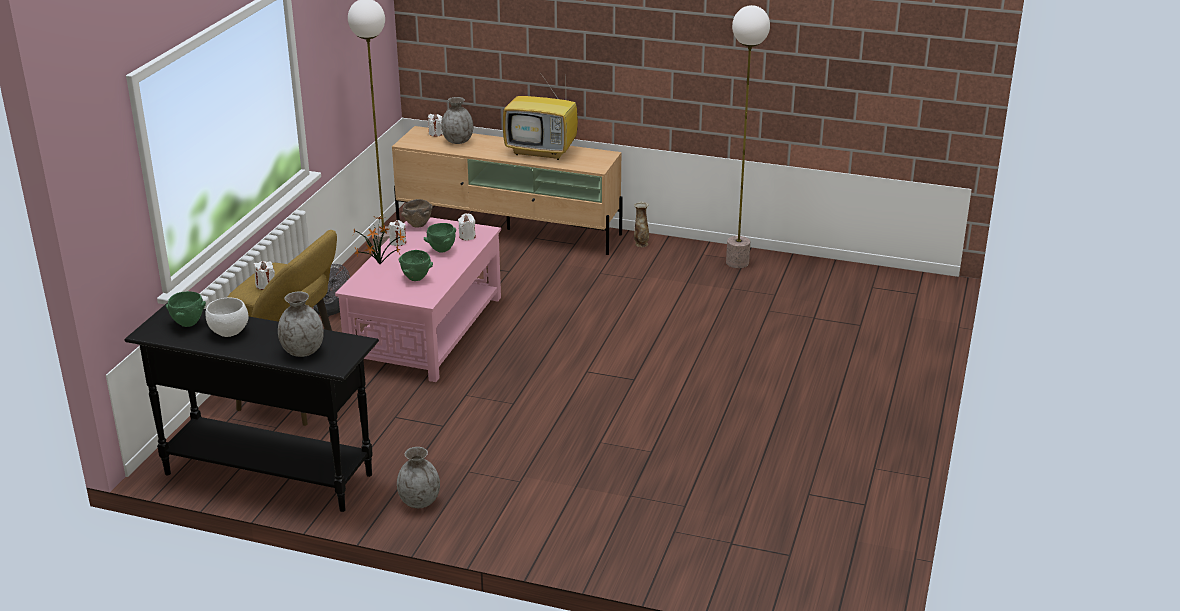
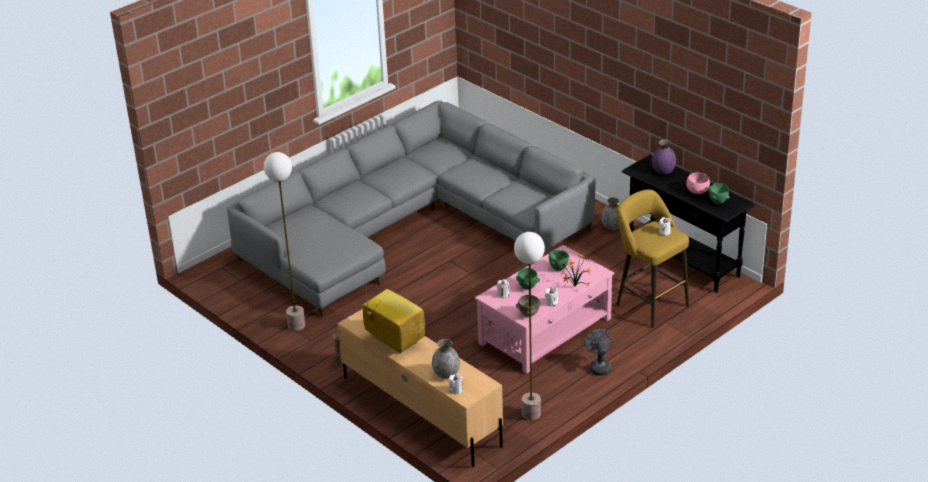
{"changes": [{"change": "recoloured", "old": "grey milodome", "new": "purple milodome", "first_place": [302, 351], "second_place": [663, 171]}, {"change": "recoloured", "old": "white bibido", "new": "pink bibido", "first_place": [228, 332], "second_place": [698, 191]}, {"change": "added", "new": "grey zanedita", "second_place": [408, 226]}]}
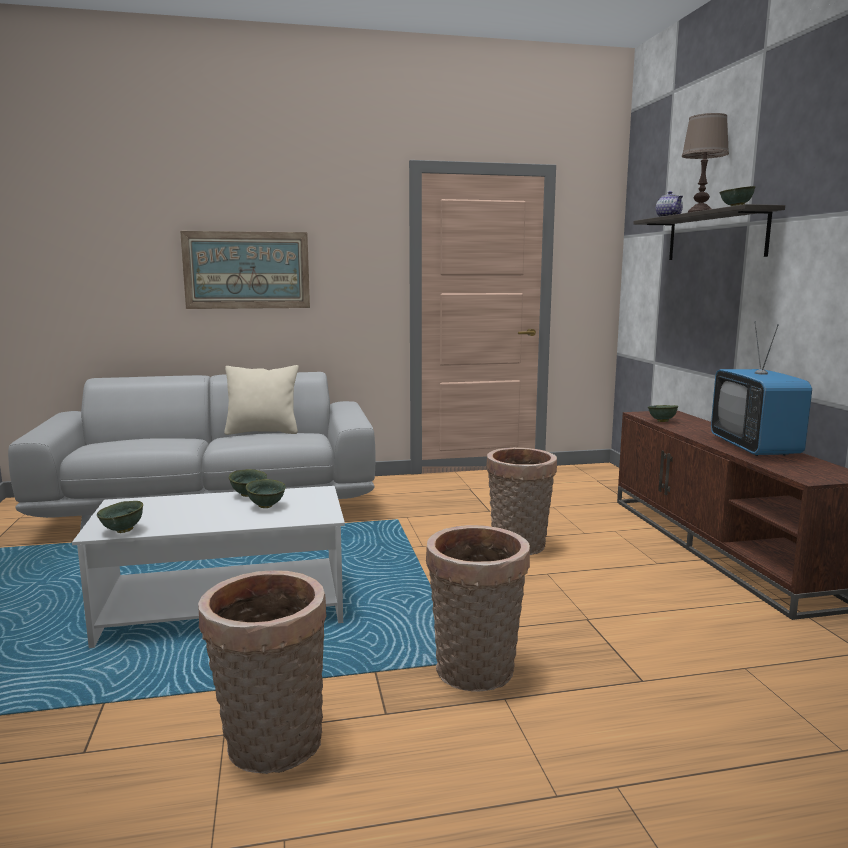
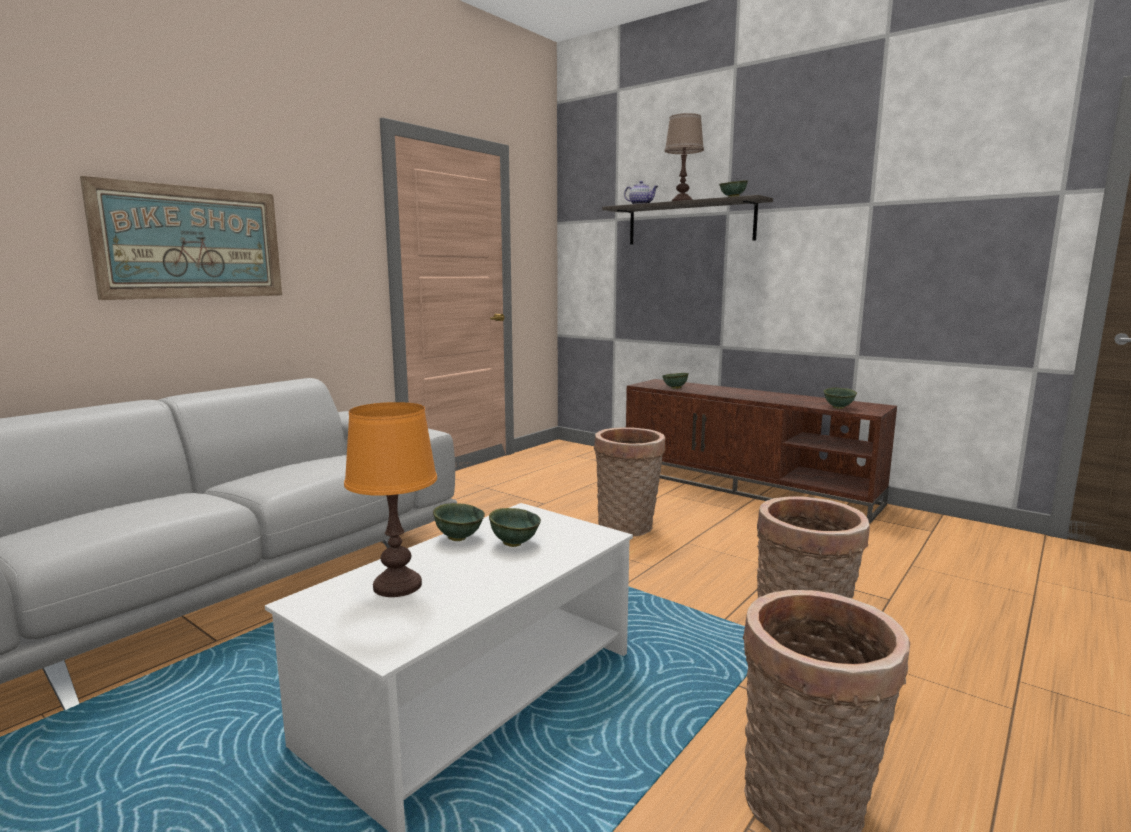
{"changes": [{"change": "removed", "old": "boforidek", "first_place": [754, 447]}, {"change": "removed", "old": "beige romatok", "first_place": [263, 432]}, {"change": "moved", "old": "green bibido", "first_place": [123, 531], "second_place": [839, 408]}, {"change": "added", "new": "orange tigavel", "second_place": [398, 585]}]}
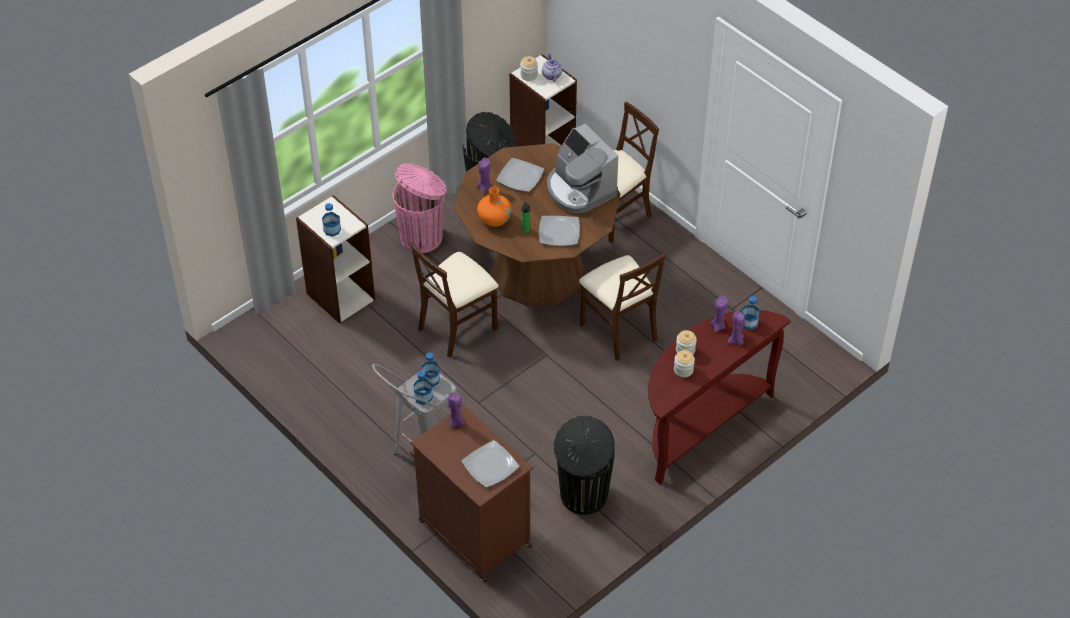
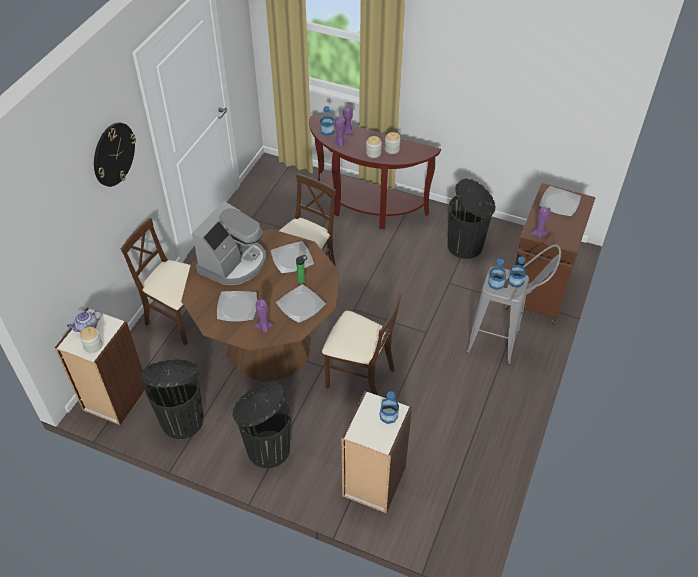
{"changes": [{"change": "recoloured", "old": "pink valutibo", "new": "black valutibo", "first_place": [422, 237], "second_place": [267, 448]}, {"change": "replaced", "old": "orange milodome", "new": "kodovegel", "first_place": [494, 220], "second_place": [300, 306]}, {"change": "added", "new": "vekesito", "second_place": [113, 154]}]}
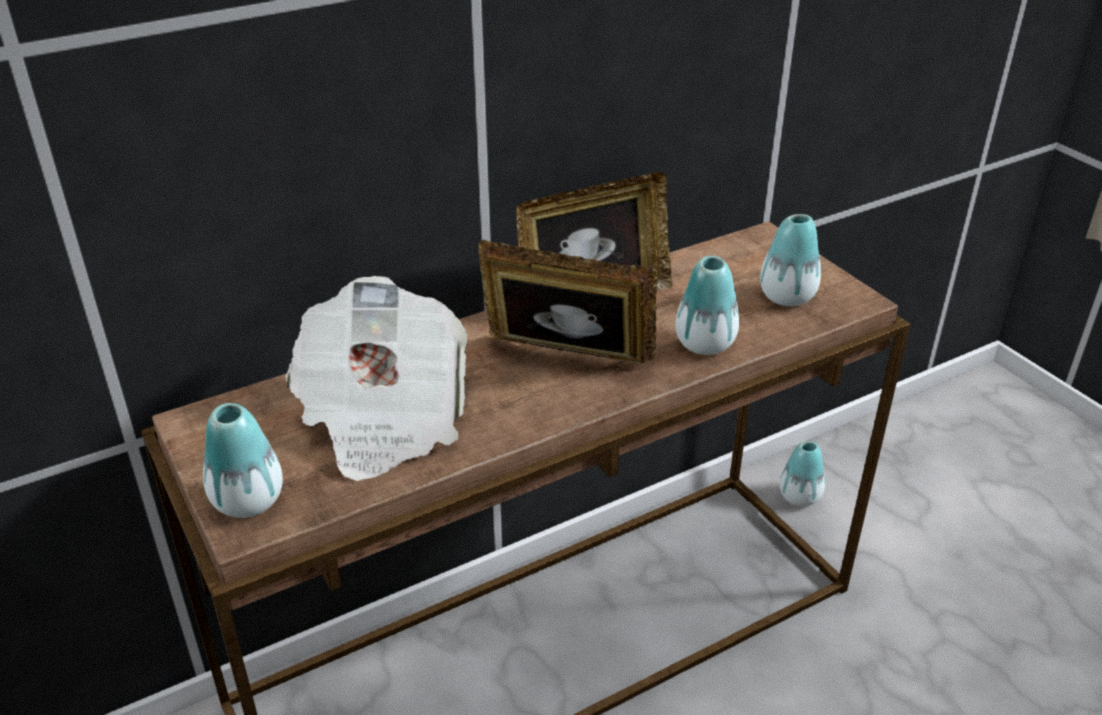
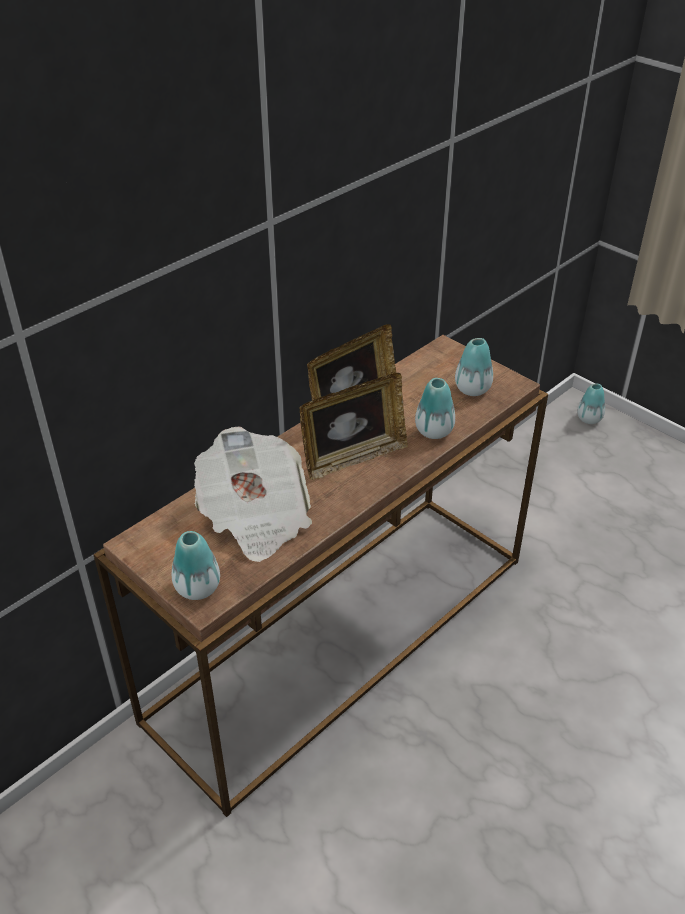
{"changes": [{"change": "turned", "old": "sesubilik", "first_place": [566, 360], "second_place": [353, 457], "degrees": 150}, {"change": "moved", "old": "milodome", "first_place": [799, 497], "second_place": [589, 419]}]}
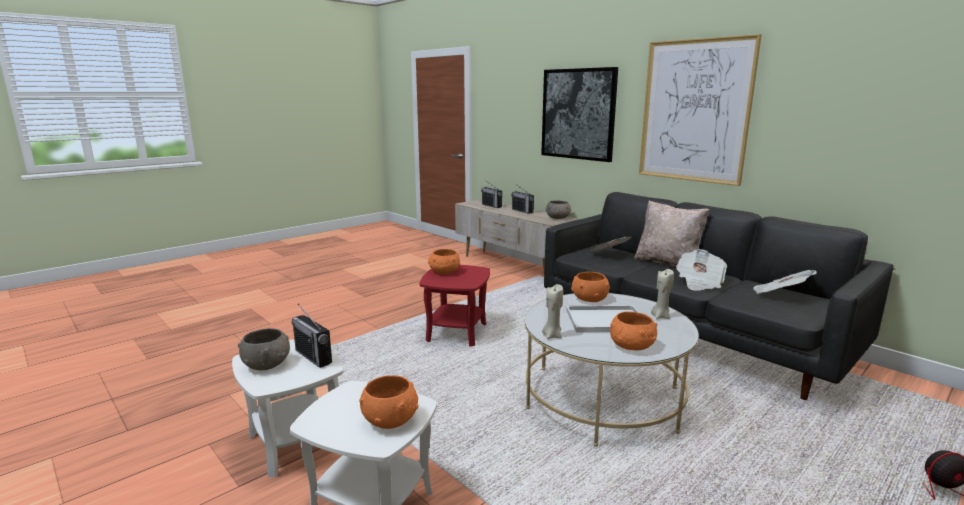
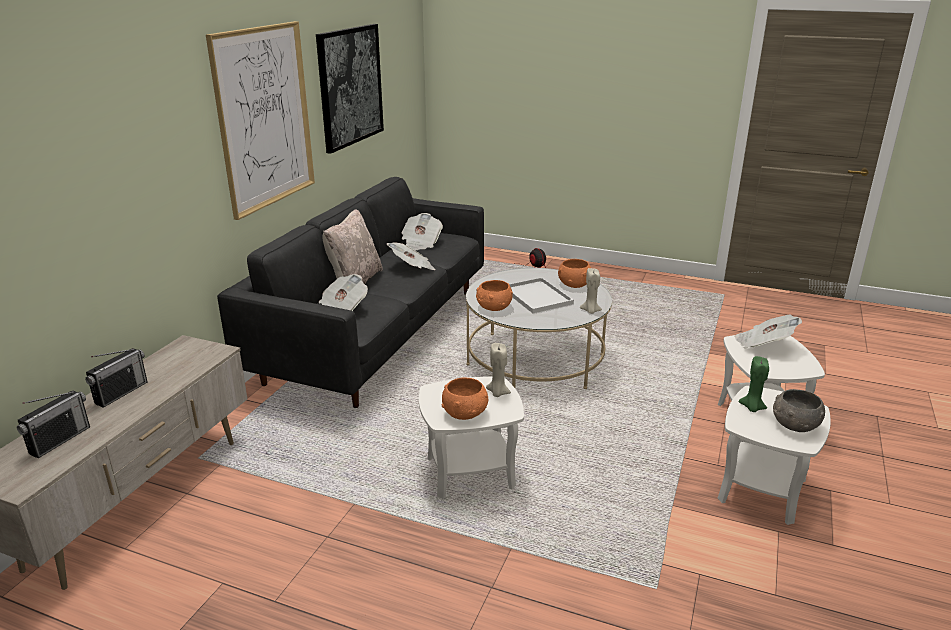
{"changes": [{"change": "moved", "old": "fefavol", "first_place": [578, 114], "second_place": [350, 86]}, {"change": "removed", "old": "grey bibido", "first_place": [558, 218]}, {"change": "recoloured", "old": "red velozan", "new": "white velozan", "first_place": [457, 332], "second_place": [470, 472]}, {"change": "moved", "old": "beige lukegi", "first_place": [660, 316], "second_place": [497, 393]}, {"change": "replaced", "old": "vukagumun", "new": "green lukegi", "first_place": [313, 357], "second_place": [752, 408]}, {"change": "replaced", "old": "orange bibido", "new": "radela", "first_place": [390, 419], "second_place": [763, 344]}]}
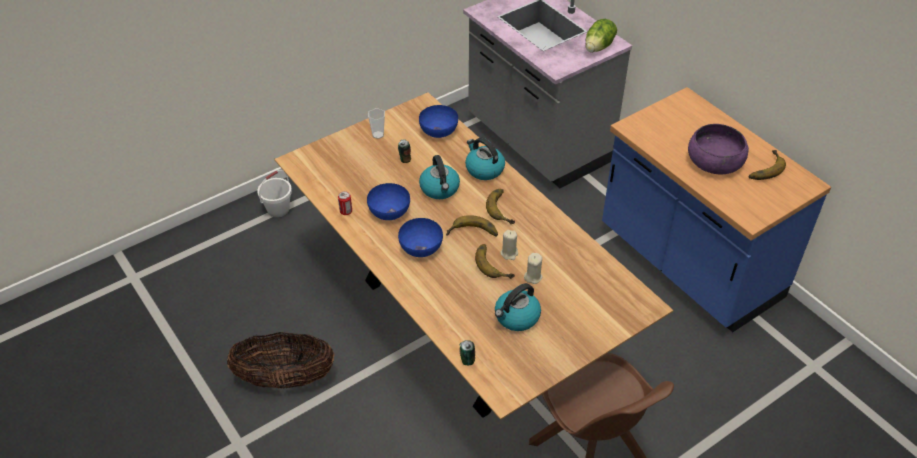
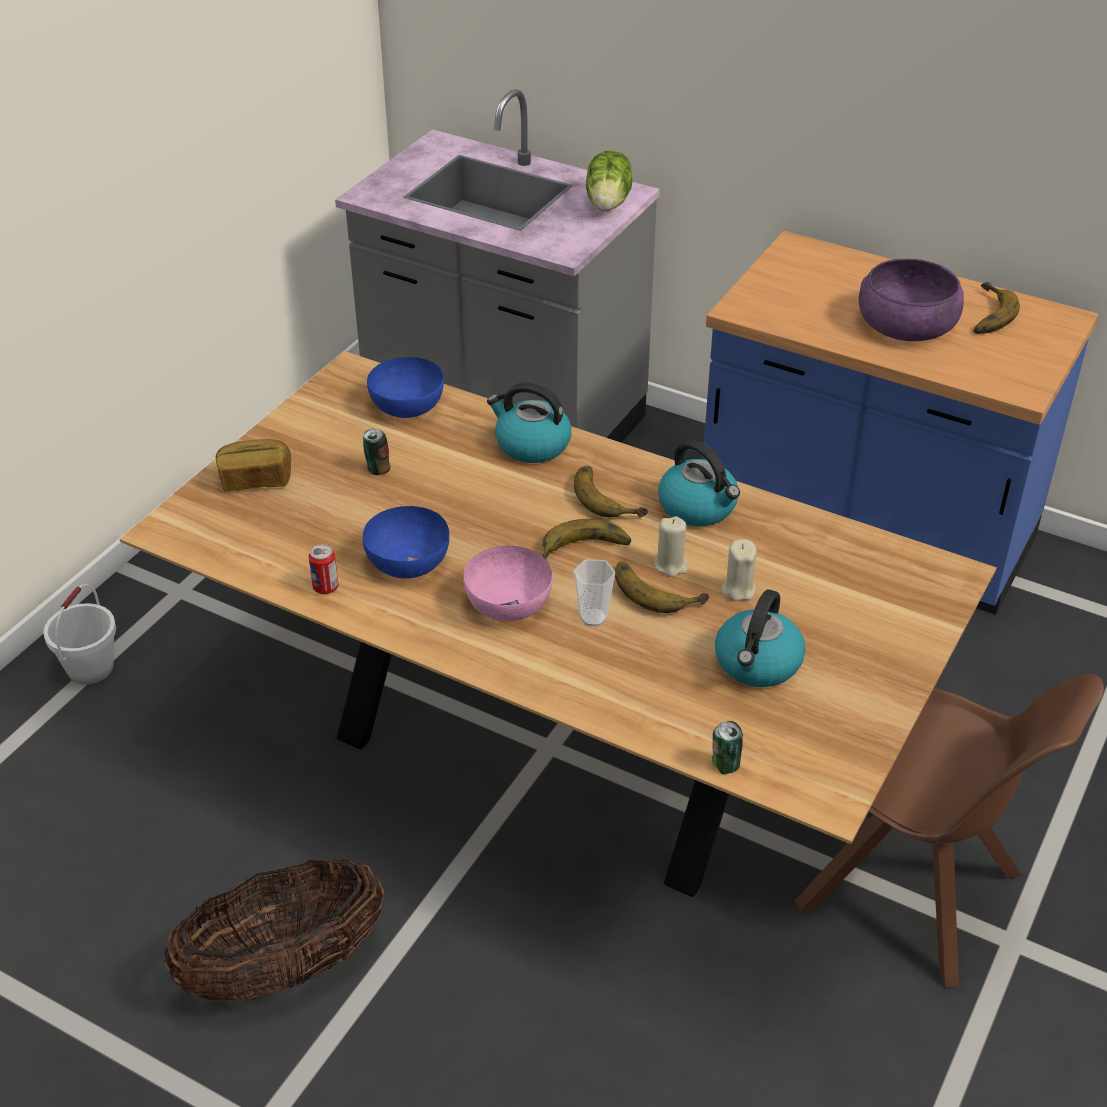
{"changes": [{"change": "moved", "old": "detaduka", "first_place": [378, 135], "second_place": [593, 618]}, {"change": "moved", "old": "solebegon", "first_place": [440, 189], "second_place": [699, 507]}, {"change": "recoloured", "old": "blue bibido", "new": "pink bibido", "first_place": [421, 247], "second_place": [509, 604]}, {"change": "added", "new": "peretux", "second_place": [255, 479]}]}
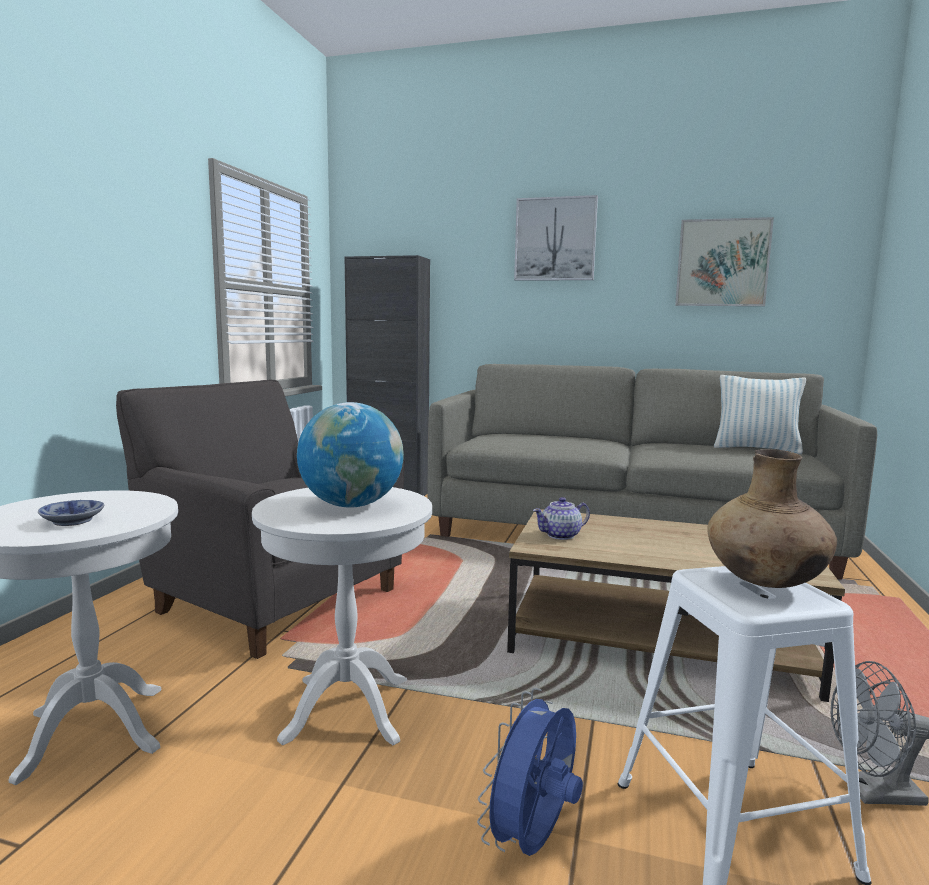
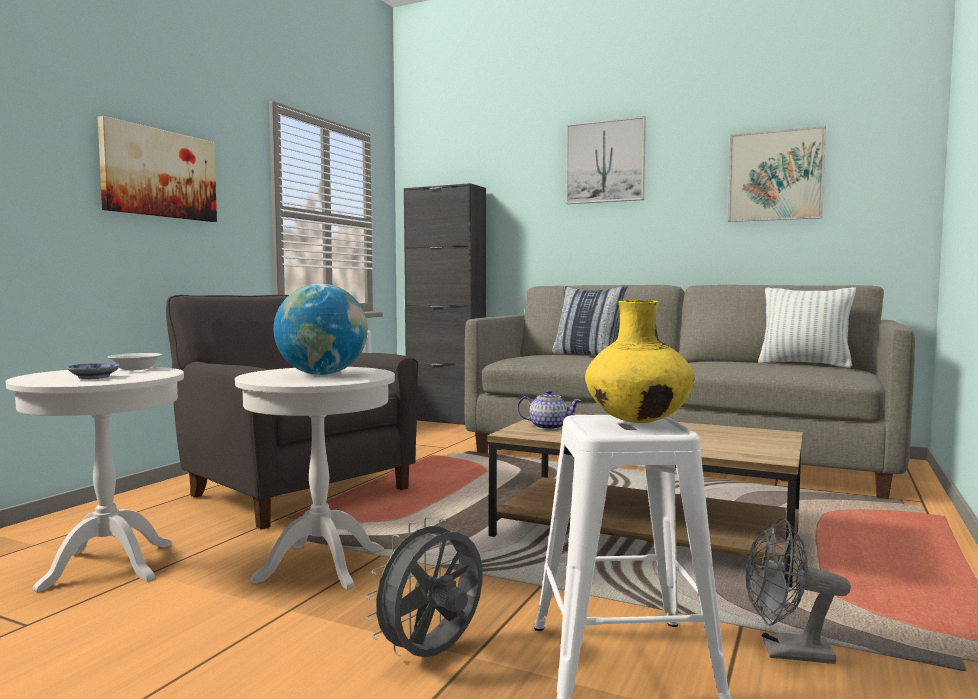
{"changes": [{"change": "recoloured", "old": "brown milodome", "new": "yellow milodome", "first_place": [764, 582], "second_place": [638, 421]}, {"change": "turned", "old": "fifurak", "first_place": [561, 535], "second_place": [548, 427], "degrees": -150}, {"change": "recoloured", "old": "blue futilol", "new": "grey futilol", "first_place": [533, 842], "second_place": [432, 656]}, {"change": "added", "new": "fefavol", "second_place": [159, 173]}, {"change": "added", "new": "romatok", "second_place": [587, 355]}, {"change": "added", "new": "white bibido", "second_place": [136, 369]}]}
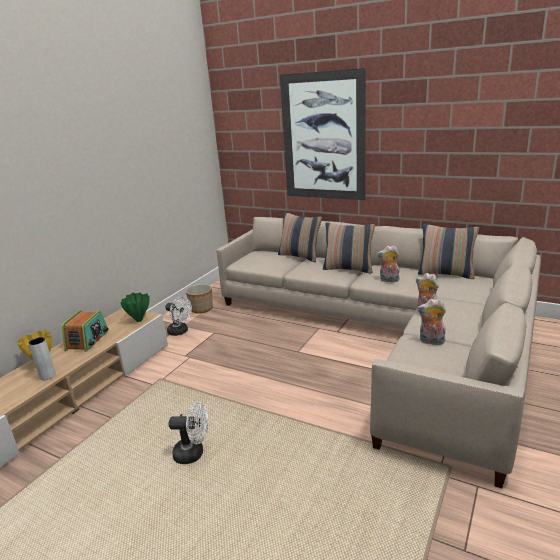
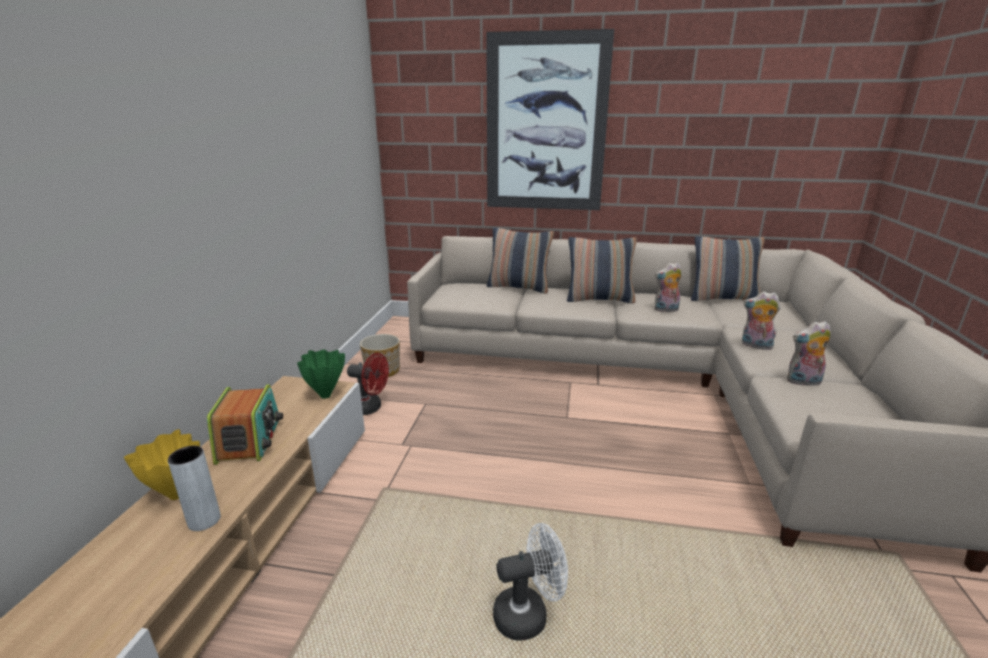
{"changes": [{"change": "recoloured", "old": "white futilol", "new": "red futilol", "first_place": [180, 332], "second_place": [370, 408]}]}
